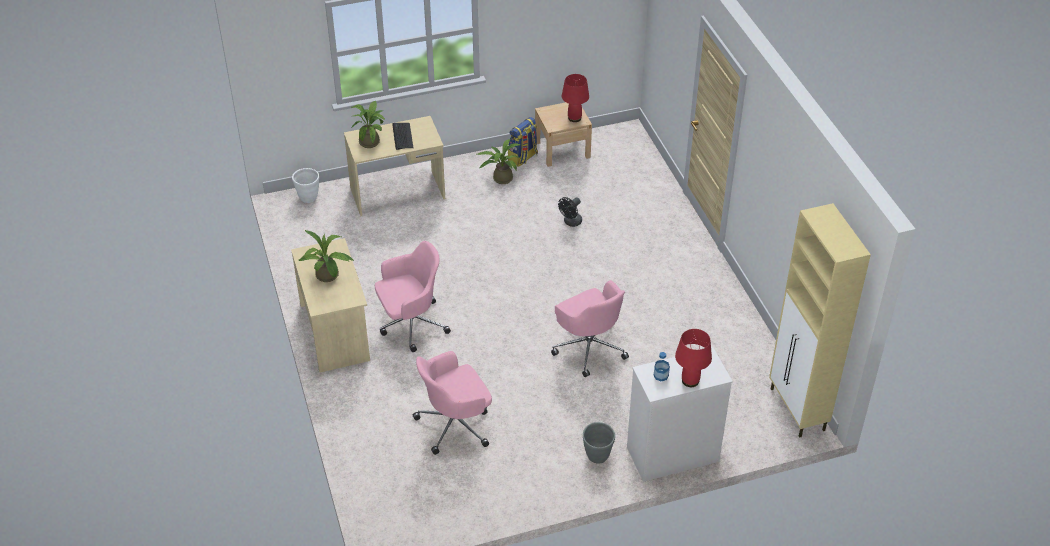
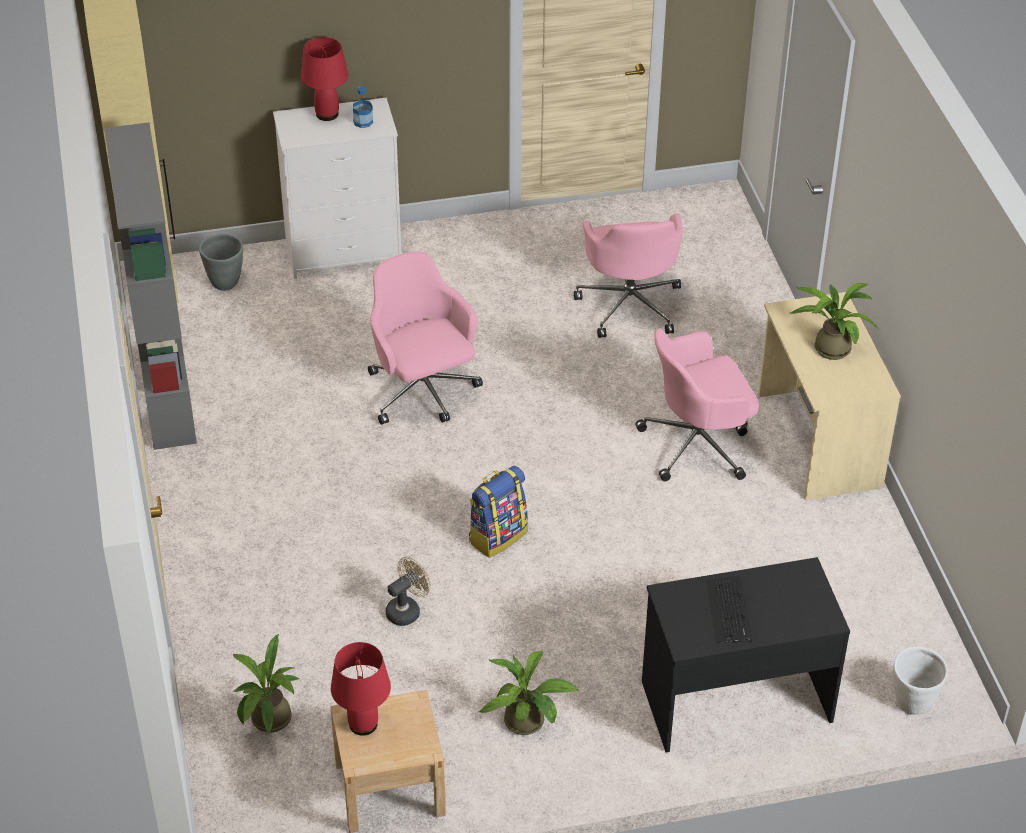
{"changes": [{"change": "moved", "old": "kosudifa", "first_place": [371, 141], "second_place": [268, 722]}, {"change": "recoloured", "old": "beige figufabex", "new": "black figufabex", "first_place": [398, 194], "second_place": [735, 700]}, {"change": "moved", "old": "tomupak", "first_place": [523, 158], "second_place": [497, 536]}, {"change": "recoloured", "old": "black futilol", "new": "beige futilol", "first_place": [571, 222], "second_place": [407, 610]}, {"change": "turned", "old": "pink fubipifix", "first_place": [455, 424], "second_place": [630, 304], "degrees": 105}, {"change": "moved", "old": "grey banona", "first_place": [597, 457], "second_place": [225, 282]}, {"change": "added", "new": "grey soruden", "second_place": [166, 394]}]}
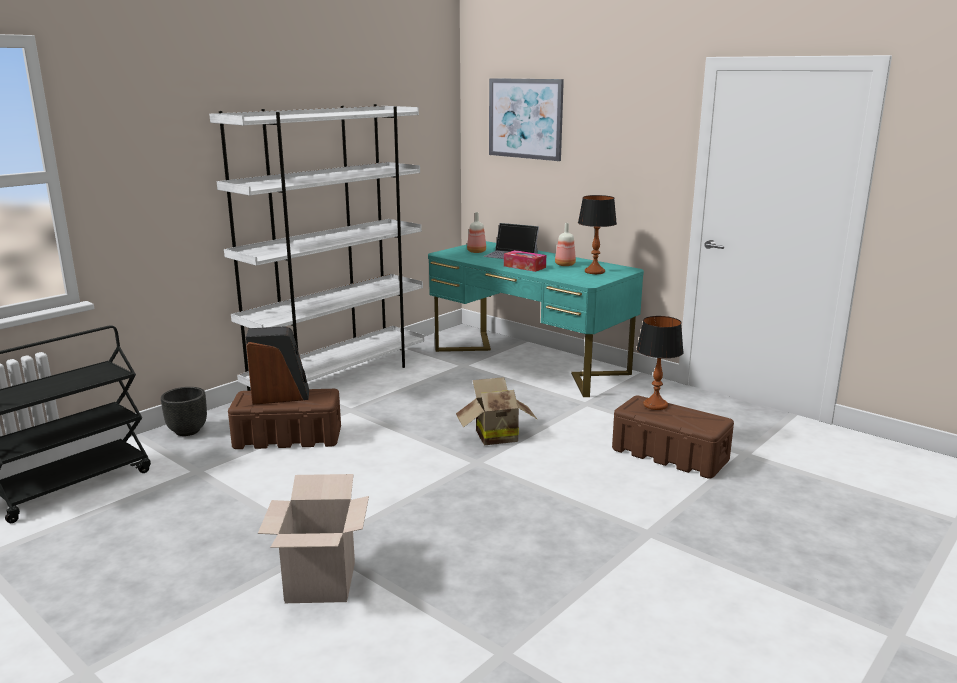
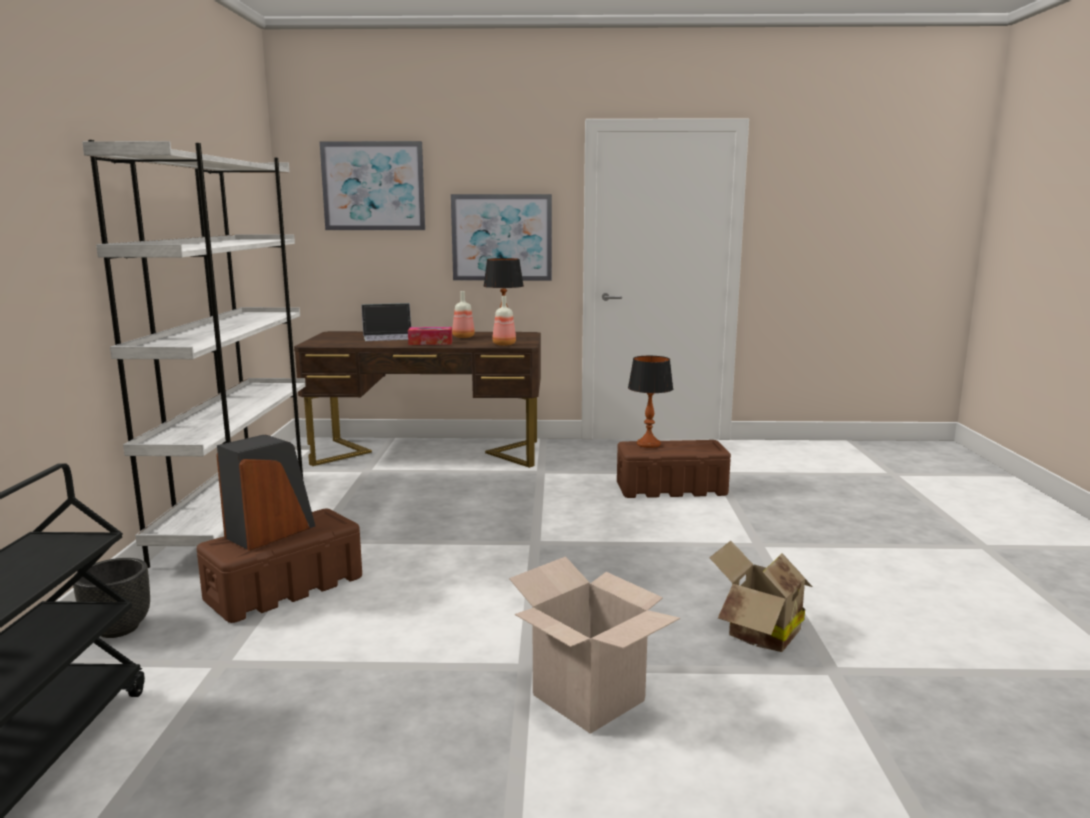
{"changes": [{"change": "moved", "old": "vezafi", "first_place": [476, 251], "second_place": [503, 344]}, {"change": "recoloured", "old": "turquoise figufabex", "new": "brown figufabex", "first_place": [529, 362], "second_place": [428, 453]}, {"change": "moved", "old": "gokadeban", "first_place": [494, 436], "second_place": [758, 633]}, {"change": "added", "new": "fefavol", "second_place": [502, 237]}]}
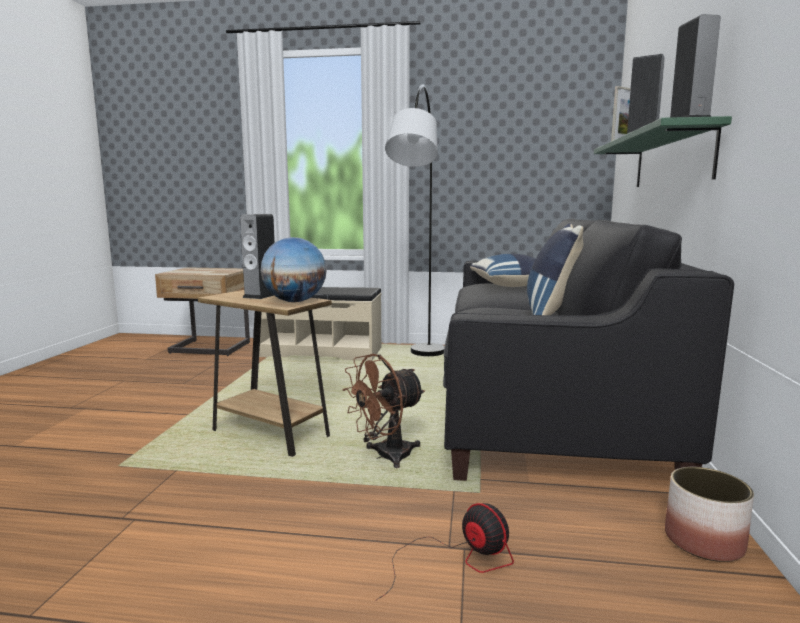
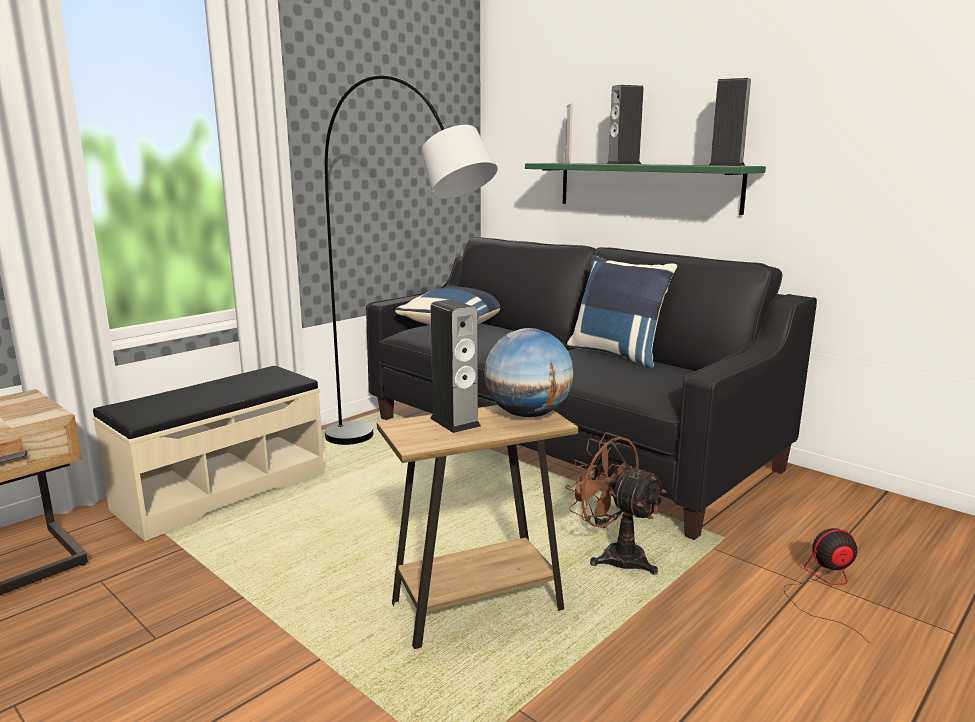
{"changes": [{"change": "turned", "old": "brown futilol", "first_place": [385, 456], "second_place": [614, 555], "degrees": 135}, {"change": "removed", "old": "banona", "first_place": [704, 542]}]}
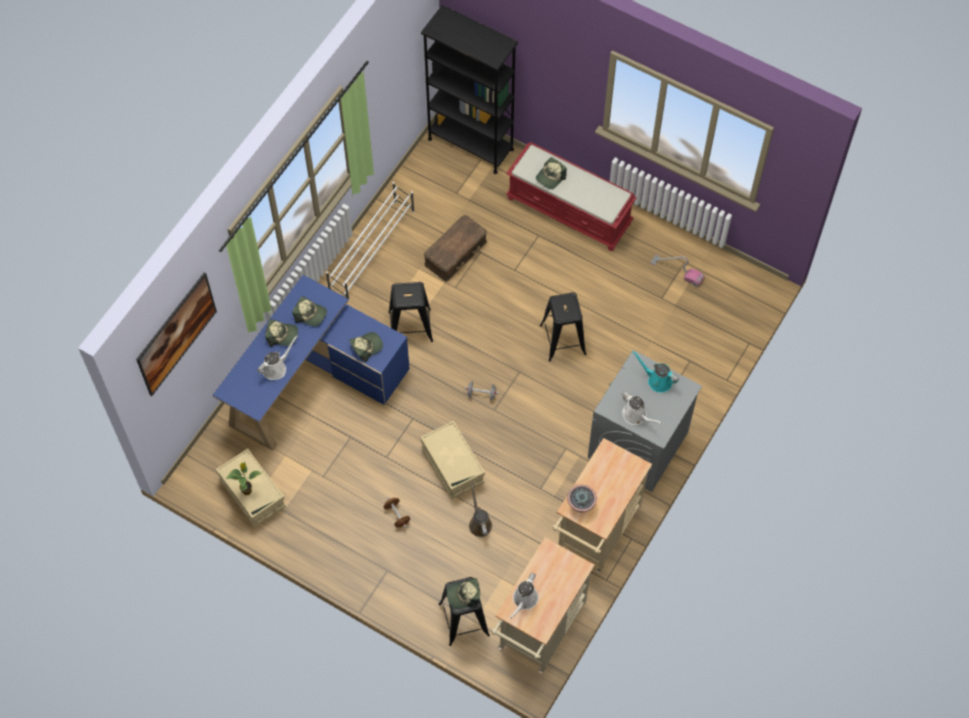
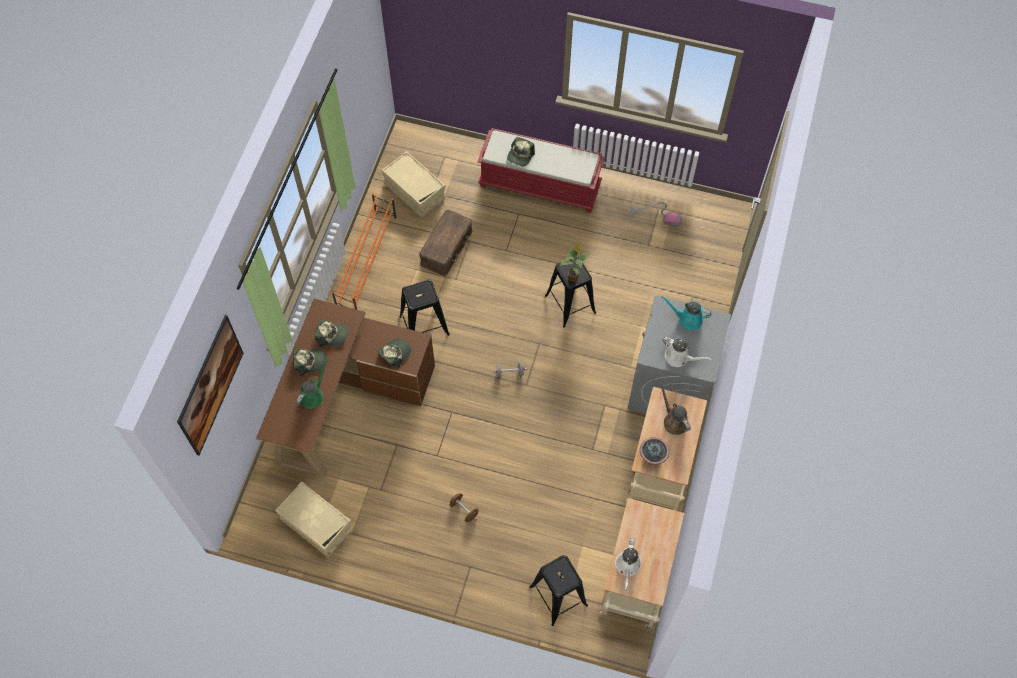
{"changes": [{"change": "removed", "old": "black soruden", "first_place": [470, 144]}, {"change": "recoloured", "old": "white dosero", "new": "orange dosero", "first_place": [372, 250], "second_place": [367, 262]}, {"change": "recoloured", "old": "blue figufabex", "new": "brown figufabex", "first_place": [313, 380], "second_place": [345, 399]}, {"change": "recoloured", "old": "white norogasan", "new": "green norogasan", "first_place": [276, 368], "second_place": [313, 395]}, {"change": "moved", "old": "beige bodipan", "first_place": [452, 466], "second_place": [414, 192]}, {"change": "moved", "old": "kosudifa", "first_place": [247, 490], "second_place": [573, 277]}, {"change": "moved", "old": "brown norogasan", "first_place": [479, 523], "second_place": [674, 421]}, {"change": "removed", "old": "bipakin", "first_place": [464, 595]}]}
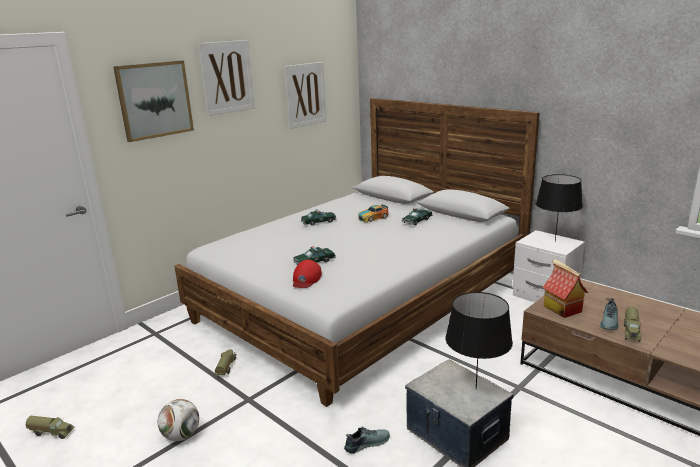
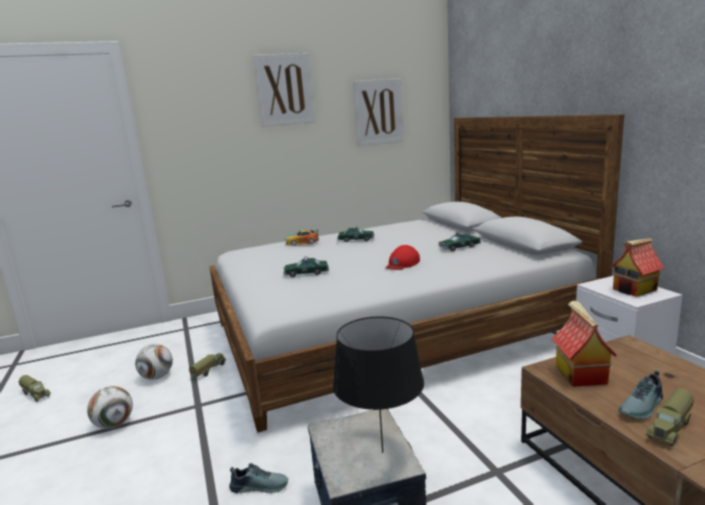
{"changes": [{"change": "removed", "old": "fefavol", "first_place": [154, 100]}, {"change": "replaced", "old": "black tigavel", "new": "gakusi", "first_place": [555, 241], "second_place": [634, 290]}, {"change": "moved", "old": "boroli", "first_place": [373, 218], "second_place": [302, 242]}, {"change": "moved", "old": "red bipakin", "first_place": [306, 279], "second_place": [402, 264]}, {"change": "added", "new": "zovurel", "second_place": [157, 377]}]}
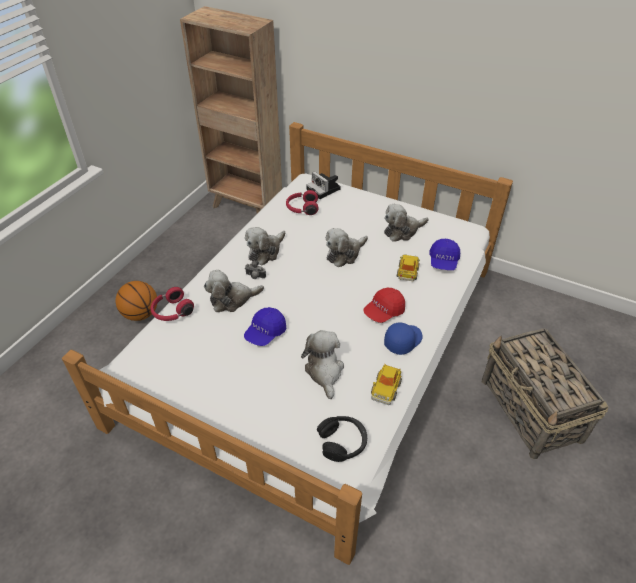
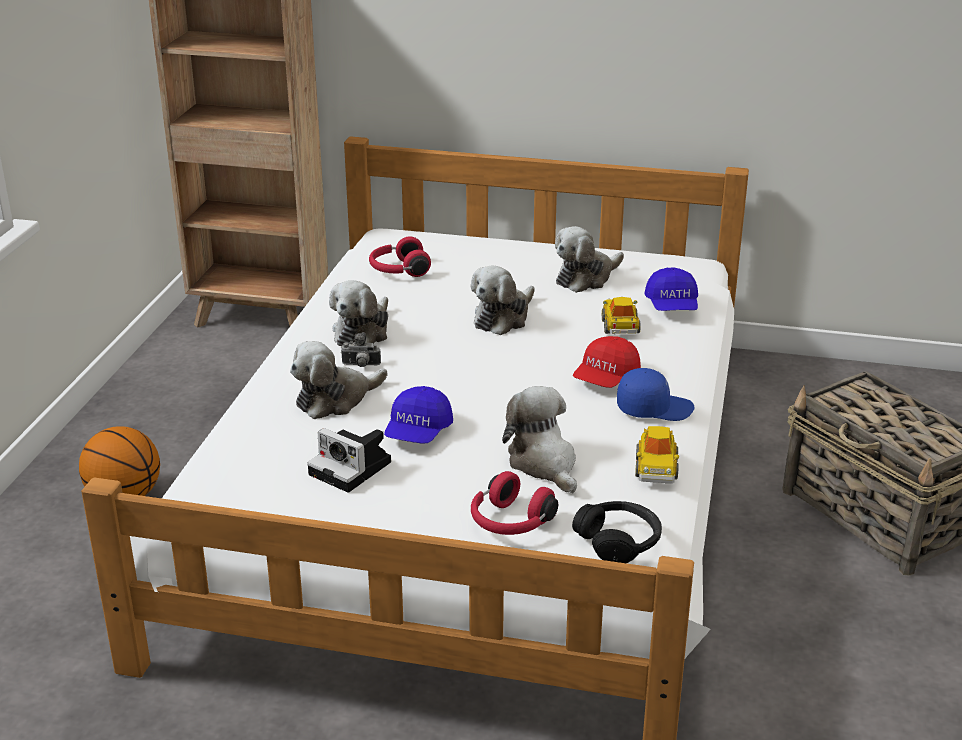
{"changes": [{"change": "moved", "old": "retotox", "first_place": [324, 189], "second_place": [353, 469]}, {"change": "moved", "old": "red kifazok", "first_place": [172, 312], "second_place": [510, 523]}, {"change": "turned", "old": "blue bipakin", "first_place": [402, 340], "second_place": [654, 408], "degrees": 60}]}
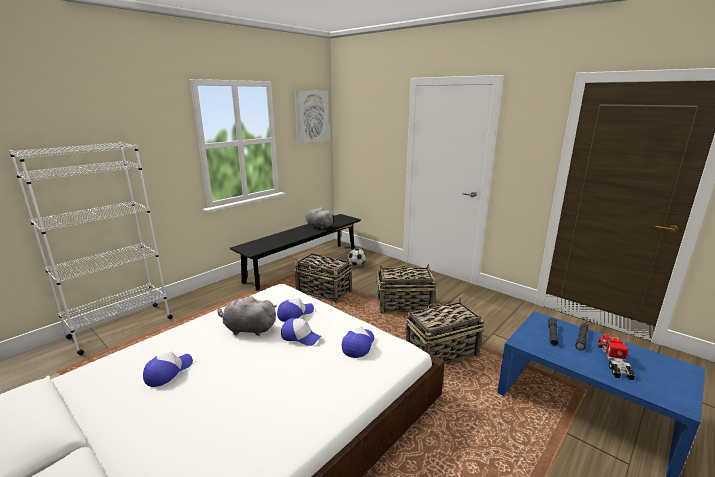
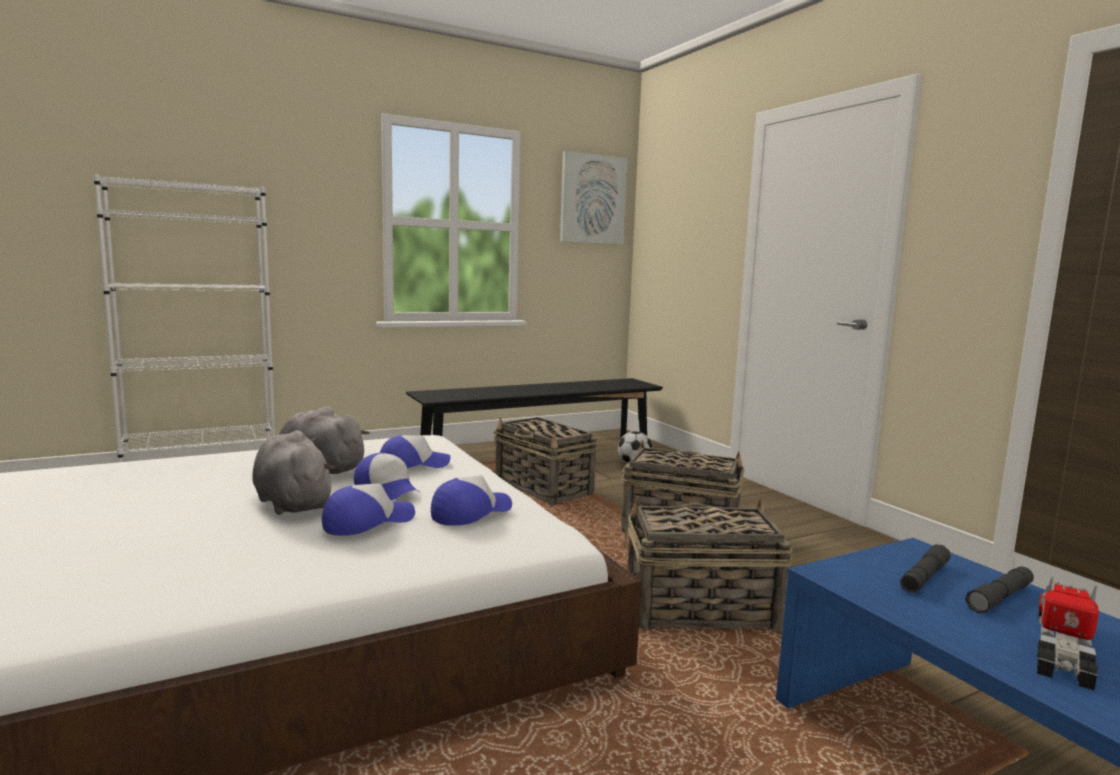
{"changes": [{"change": "moved", "old": "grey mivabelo", "first_place": [318, 226], "second_place": [292, 502]}, {"change": "moved", "old": "bipakin", "first_place": [168, 371], "second_place": [367, 522]}]}
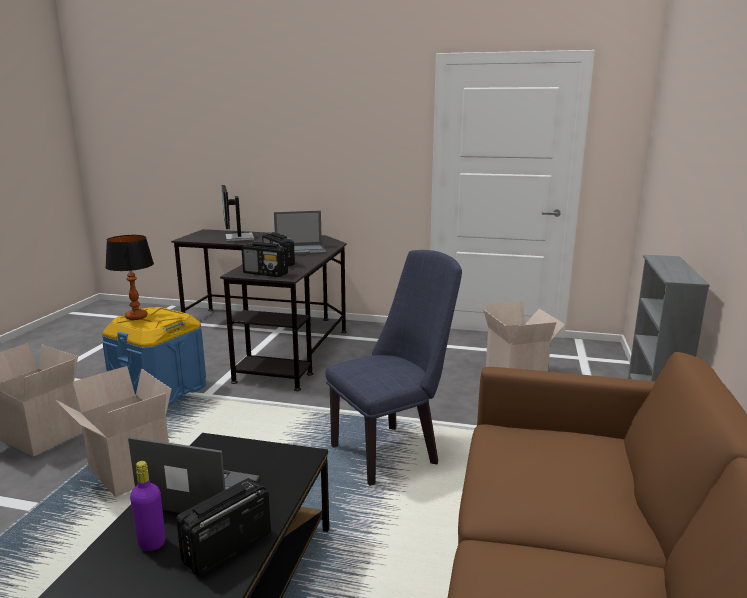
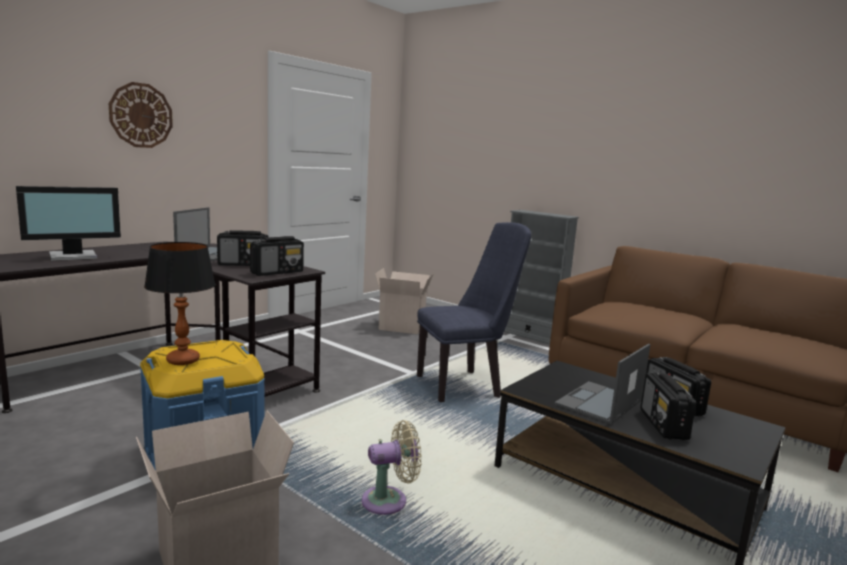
{"changes": [{"change": "turned", "old": "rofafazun", "first_place": [237, 237], "second_place": [74, 256], "degrees": -45}, {"change": "turned", "old": "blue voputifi", "first_place": [391, 451], "second_place": [464, 385], "degrees": 75}, {"change": "replaced", "old": "gokadeban", "new": "beige futilol", "first_place": [127, 471], "second_place": [389, 500]}, {"change": "replaced", "old": "purple vezafi", "new": "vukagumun", "first_place": [152, 543], "second_place": [663, 425]}, {"change": "added", "new": "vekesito", "second_place": [141, 115]}]}
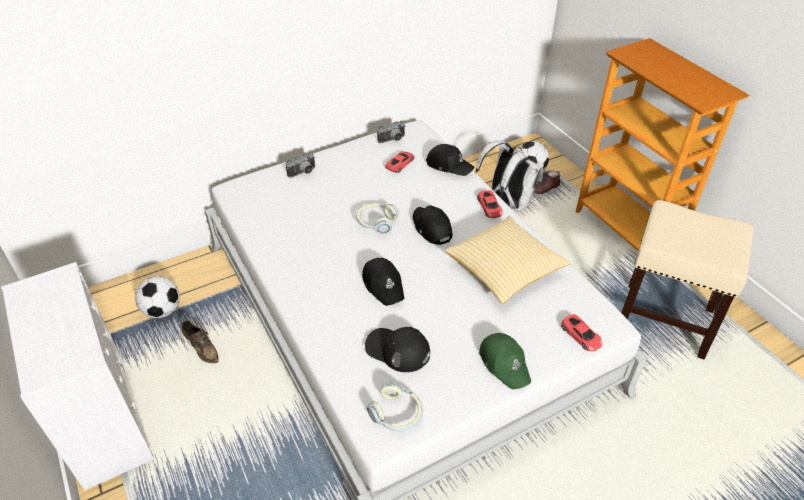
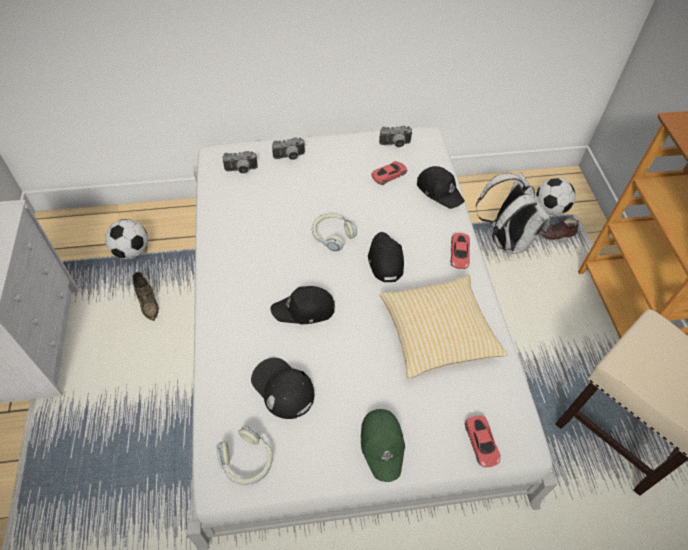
{"changes": [{"change": "turned", "old": "black bipakin", "first_place": [383, 285], "second_place": [304, 310], "degrees": 90}, {"change": "added", "new": "retotox", "second_place": [241, 170]}]}
